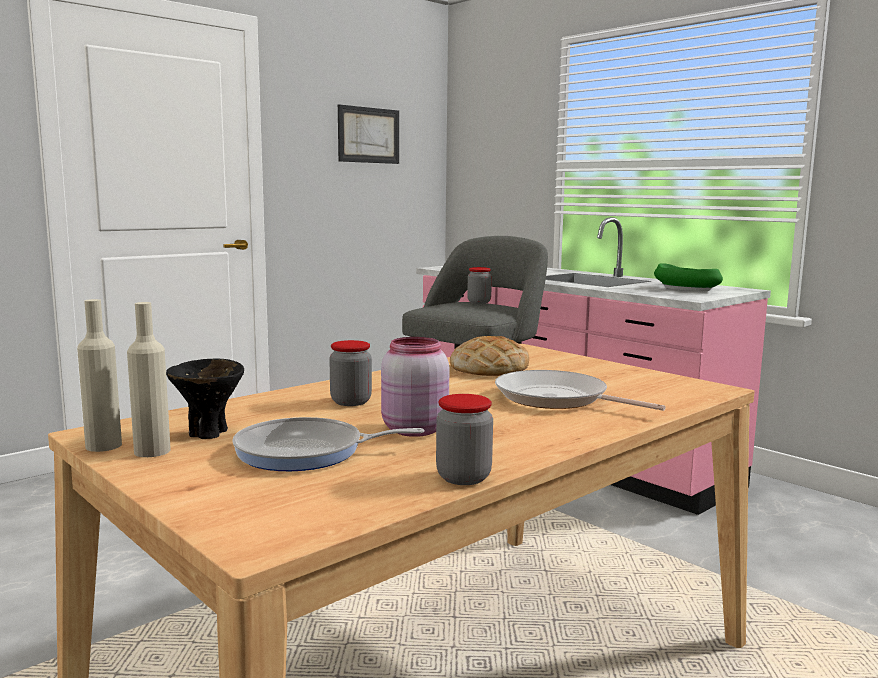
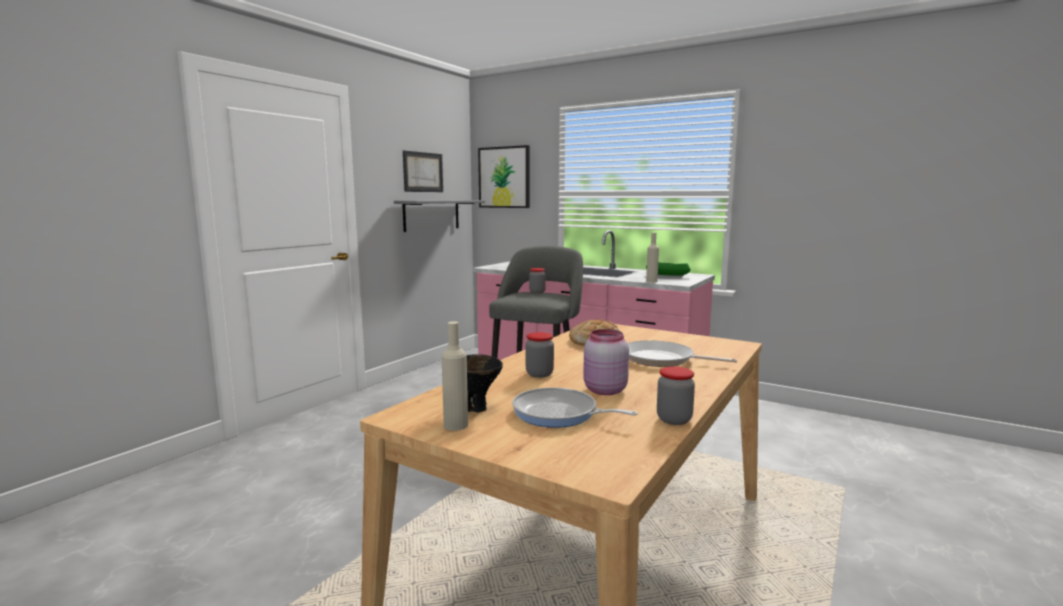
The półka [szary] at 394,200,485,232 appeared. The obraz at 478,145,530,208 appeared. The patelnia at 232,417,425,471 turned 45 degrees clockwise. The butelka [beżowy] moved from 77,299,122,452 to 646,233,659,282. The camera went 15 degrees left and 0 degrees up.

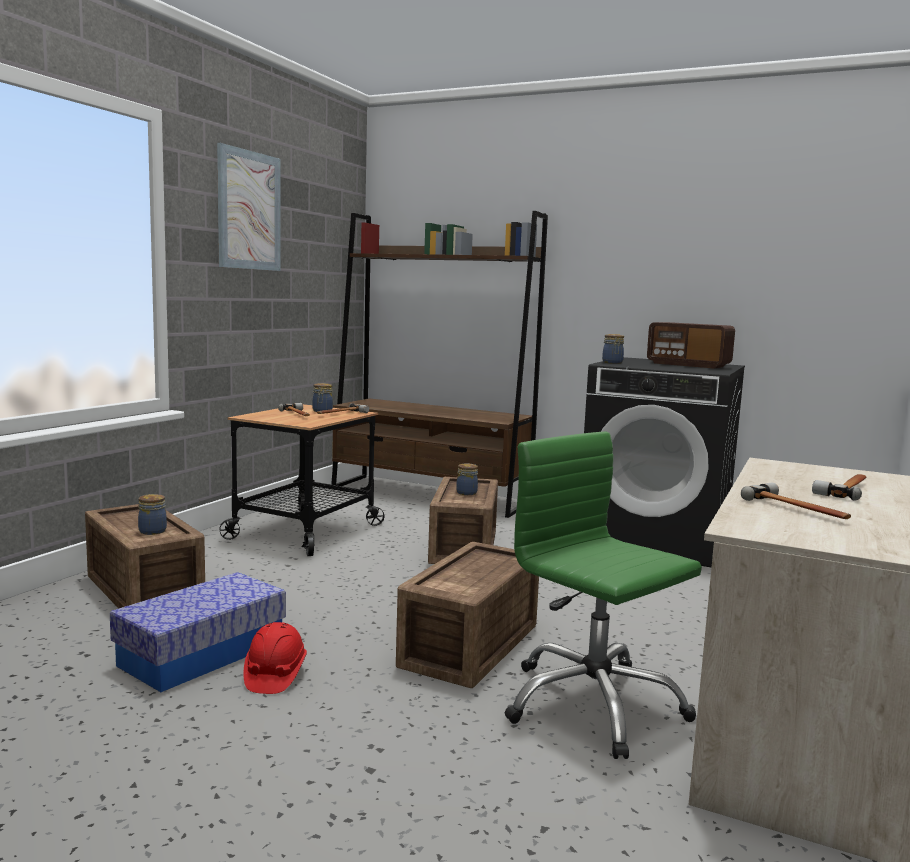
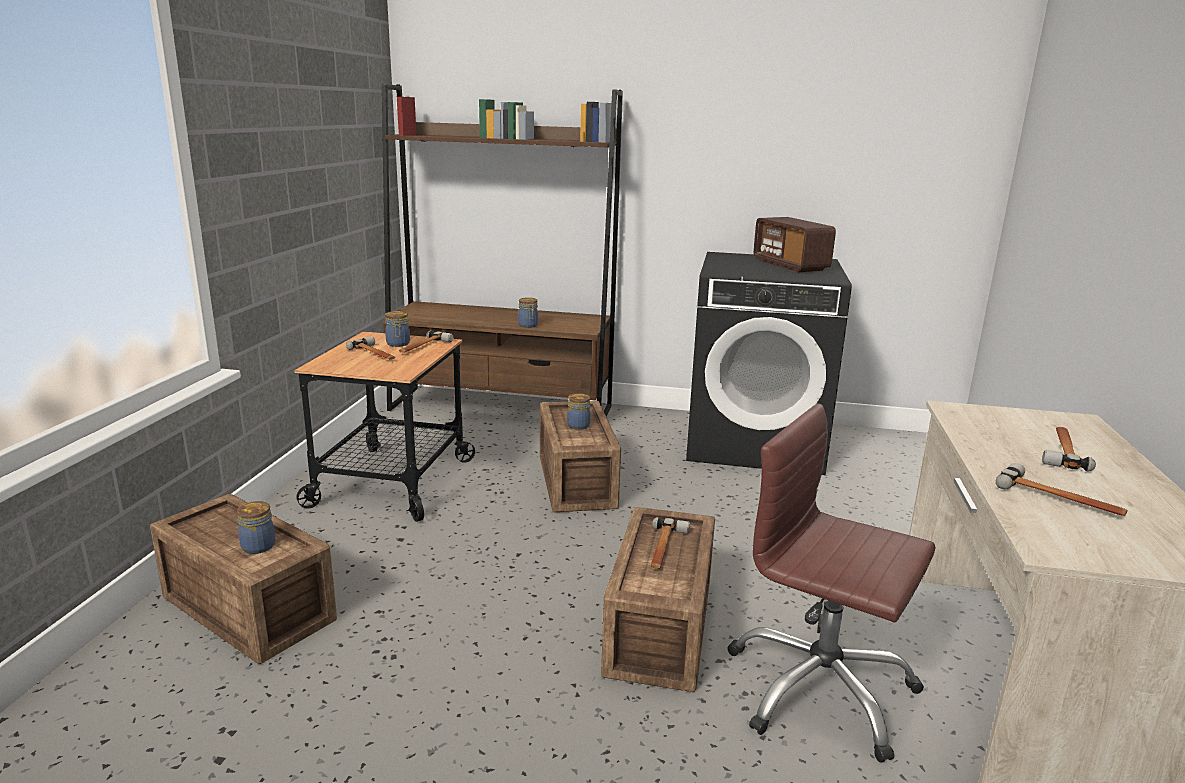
The słoik moved from 602,334,624,364 to 518,297,538,328. The młotek at 651,517,690,568 appeared. The krzesło biurowe [zielony] at 505,432,702,759 became the krzesło biurowe [brązowy] at 727,403,936,763. The radio at 647,322,735,368 turned 45 degrees clockwise. The pojemnik do przechowywania at 110,572,286,692 disappeared. The obraz at 217,143,281,271 disappeared. The kask [czerwony] at 243,622,307,694 disappeared. The camera went 15 degrees left and 10 degrees up.

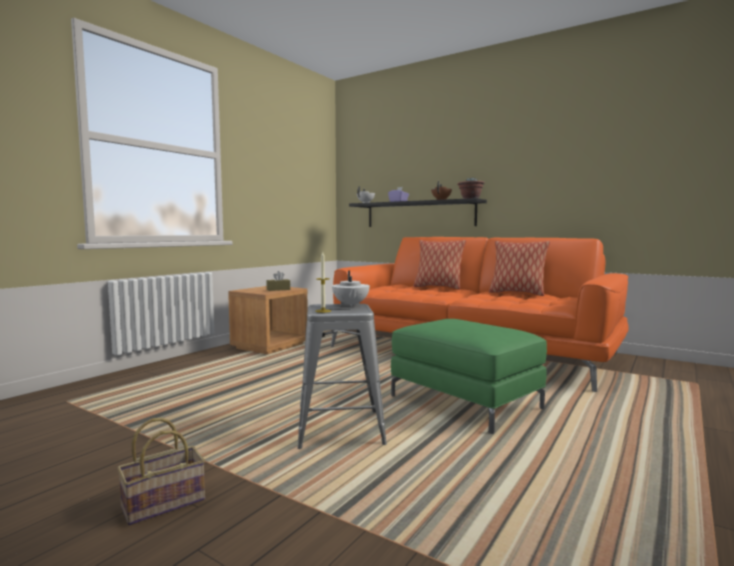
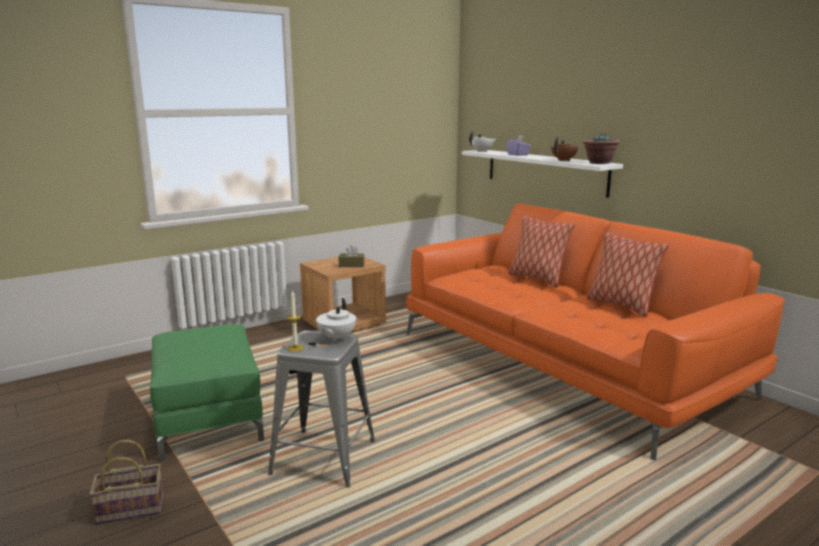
The pufa [zielony] moved from 391,319,547,434 to 150,324,264,461. The półka [czarny] at 349,198,487,227 became the półka [biały] at 462,150,623,198. The camera went 20 degrees right and 10 degrees up.

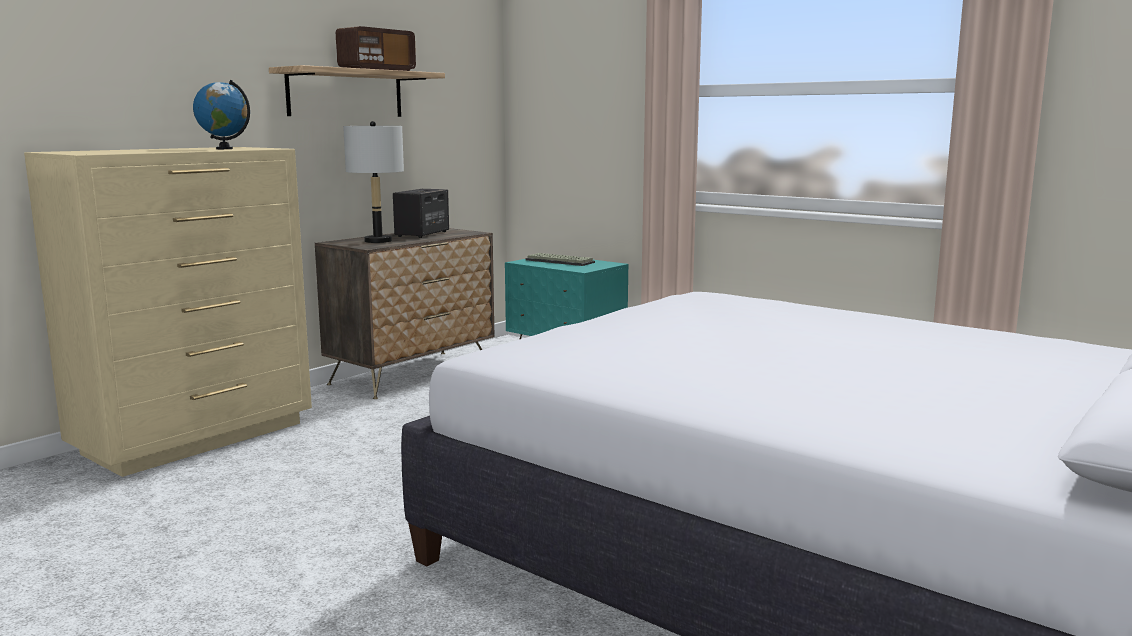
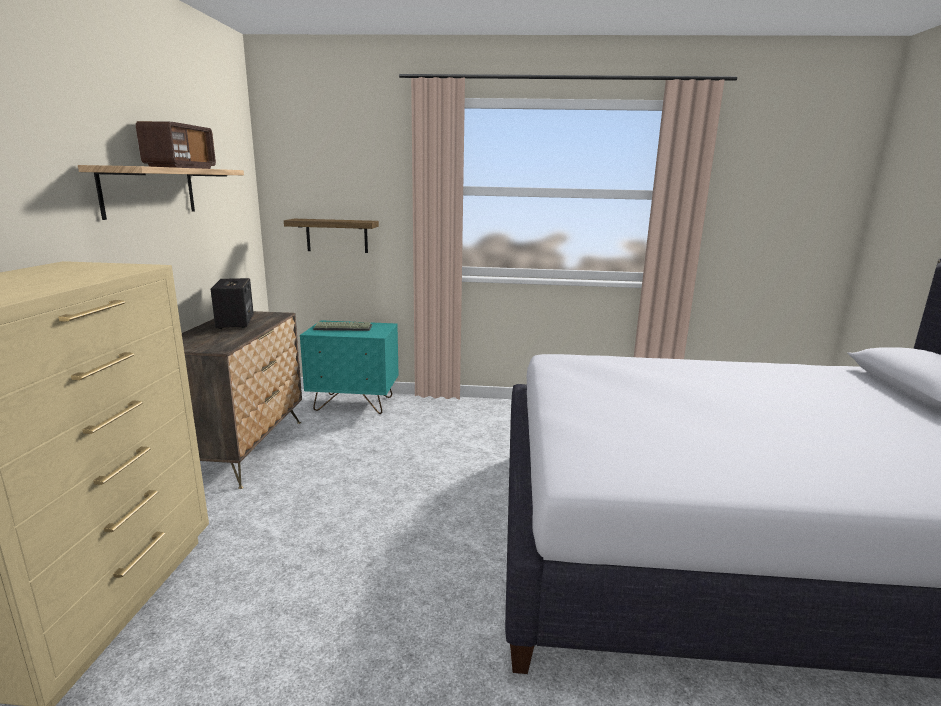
The półka at 284,219,379,253 appeared. The globus at 193,80,250,149 disappeared. The lampa stołowa [szary] at 343,121,404,243 disappeared. The camera went 35 degrees left and 5 degrees up.

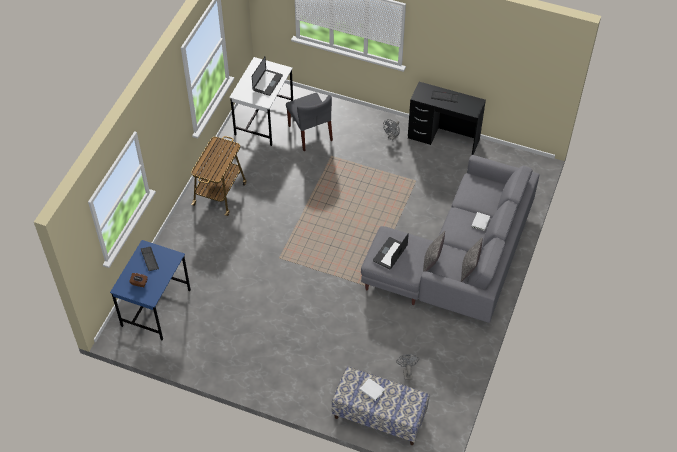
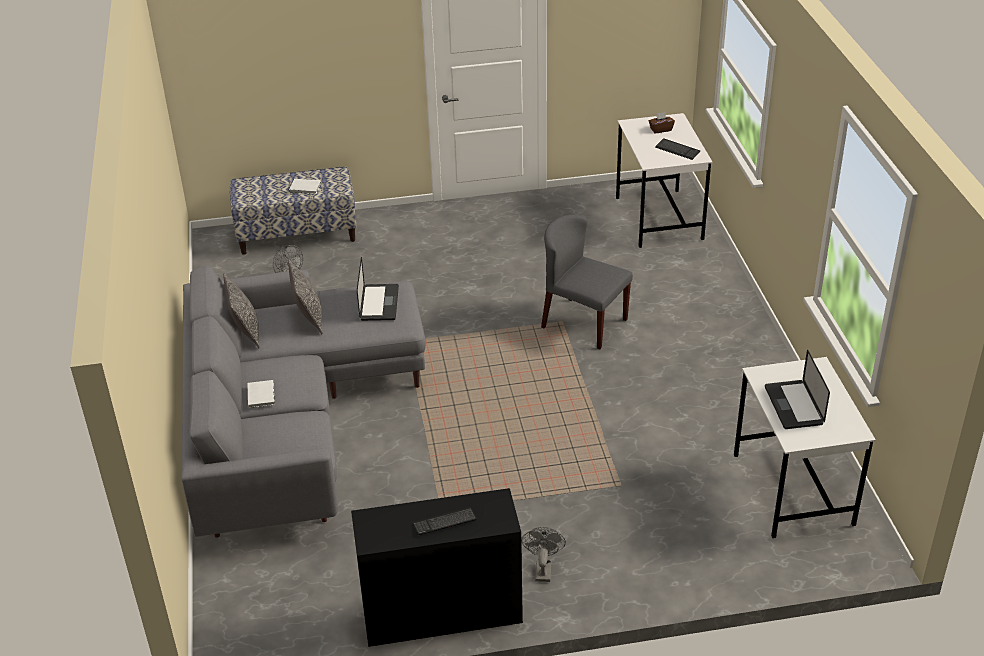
The krzesło [szary] moved from 286,93,333,151 to 541,215,633,349. The biurko [niebieski] at 110,240,191,341 became the biurko [biały] at 616,113,713,248. The wózek at 191,136,246,216 disappeared. The camera went 150 degrees right and 15 degrees down.

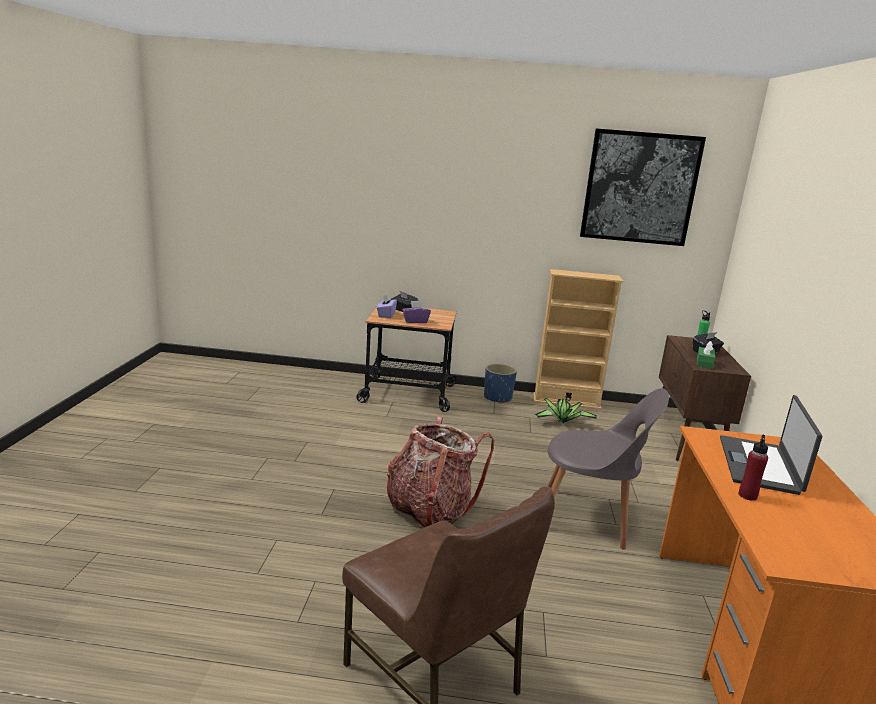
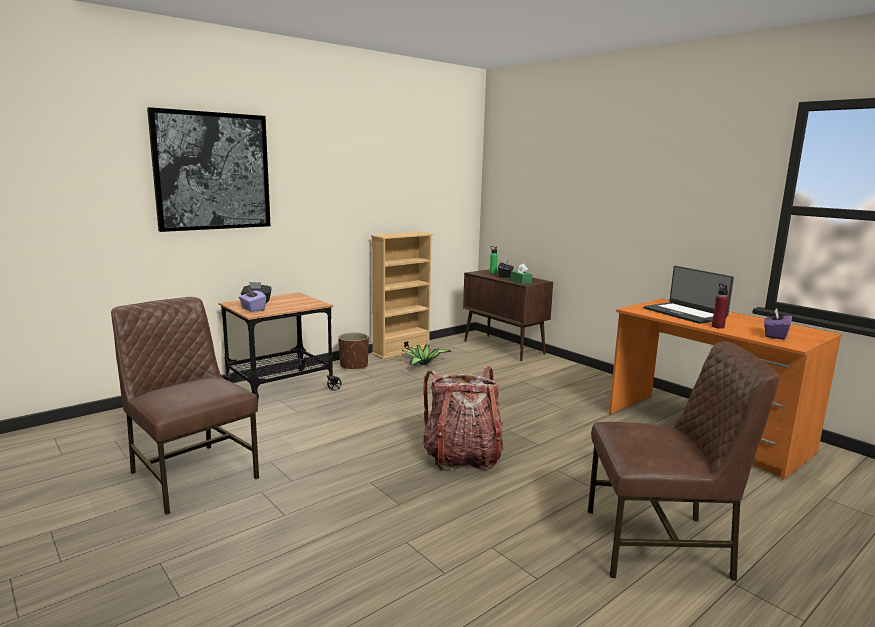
The krzesło [brązowy] at 111,297,259,515 appeared. The obraz moved from 580,128,706,246 to 147,107,271,232. The donica [niebieski] at 484,363,517,404 became the donica [brązowy] at 338,332,369,369. The pudełko chusteczek [fioletowy] moved from 402,301,431,323 to 764,308,792,340. The krzesło [szary] at 547,388,669,550 disappeared. The camera went 45 degrees left and 5 degrees down.

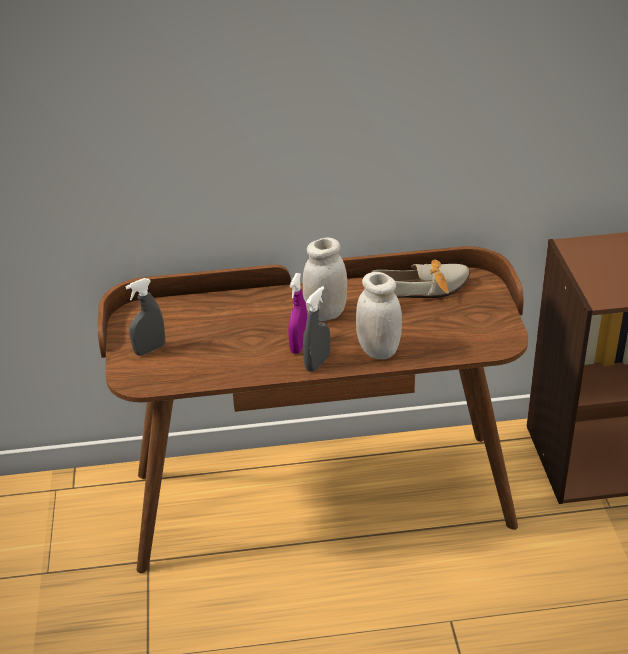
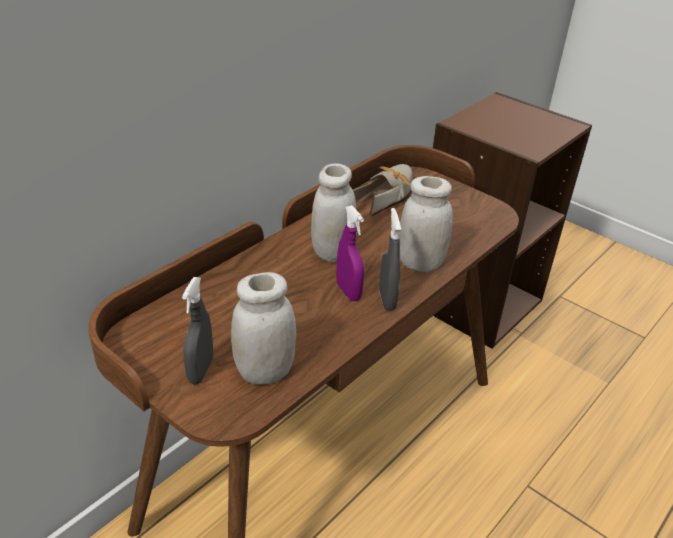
The słoik [biały] at 231,272,296,384 appeared. The camera went 45 degrees left and 0 degrees up.

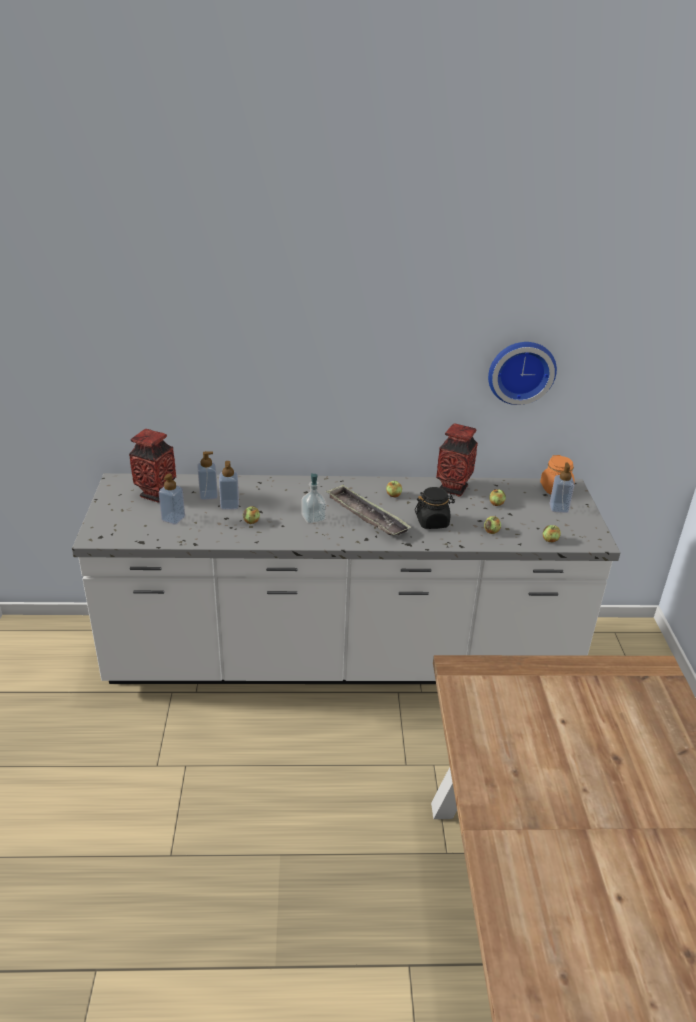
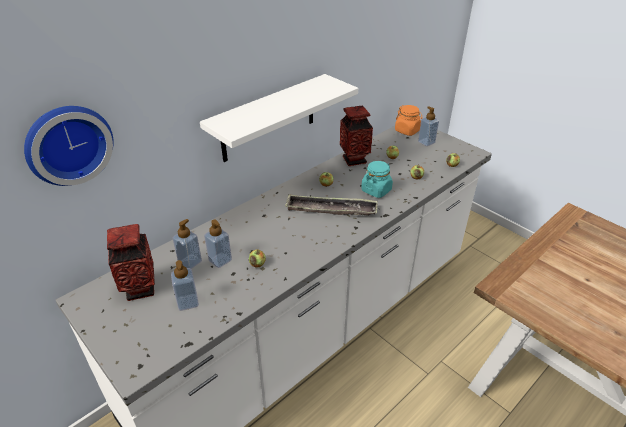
The zegar ścienny moved from 488,342,557,405 to 24,106,114,186. The półka [biały] at 200,74,358,162 appeared. The słoik [czarny] at 415,487,455,529 became the słoik [turkusowy] at 361,161,393,198. The dozownik mydła at 301,473,326,524 disappeared. The camera went 40 degrees left and 5 degrees up.

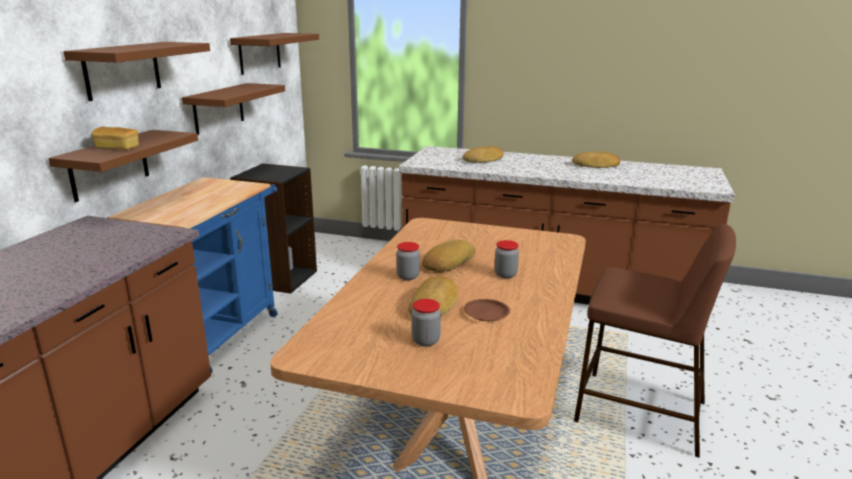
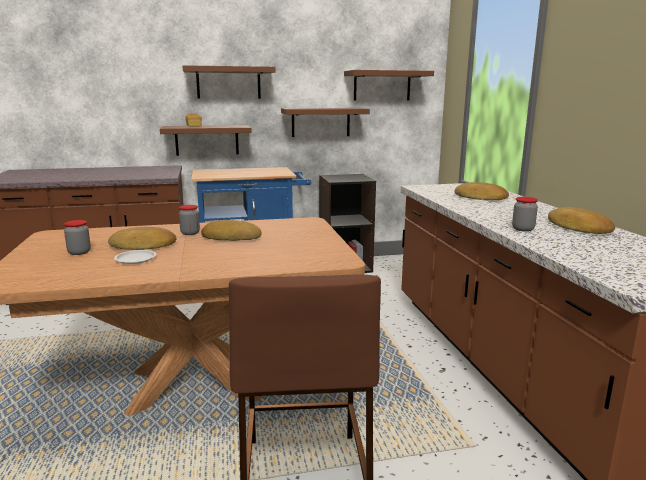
The talerz [brązowy] at 464,299,510,321 became the talerz [biały] at 114,250,156,264. The słoik moved from 495,240,519,278 to 512,197,538,232. The camera went 60 degrees right and 5 degrees down.

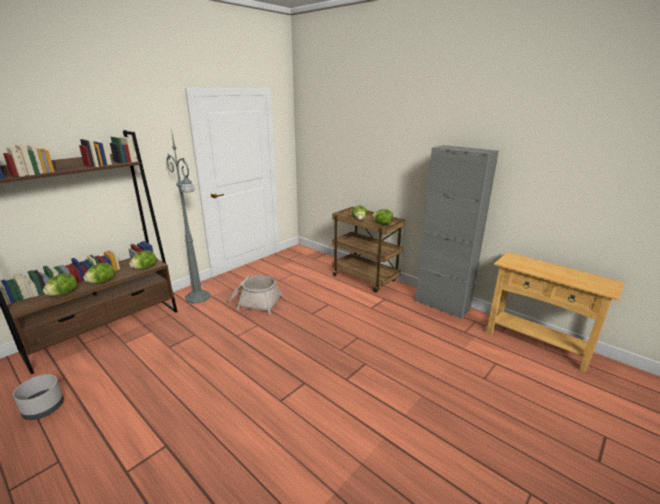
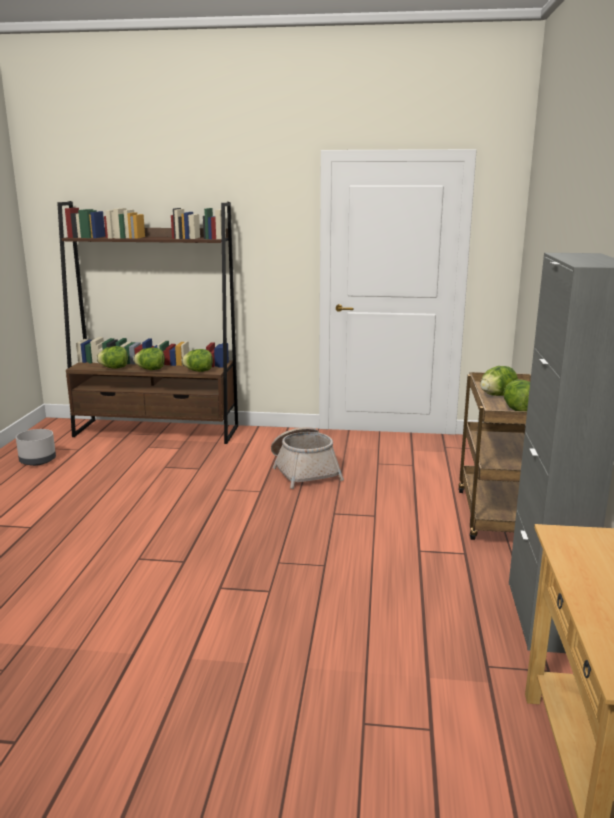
The lampa stojąca [szary] at 166,129,211,304 disappeared. The camera went 55 degrees right and 5 degrees down.

